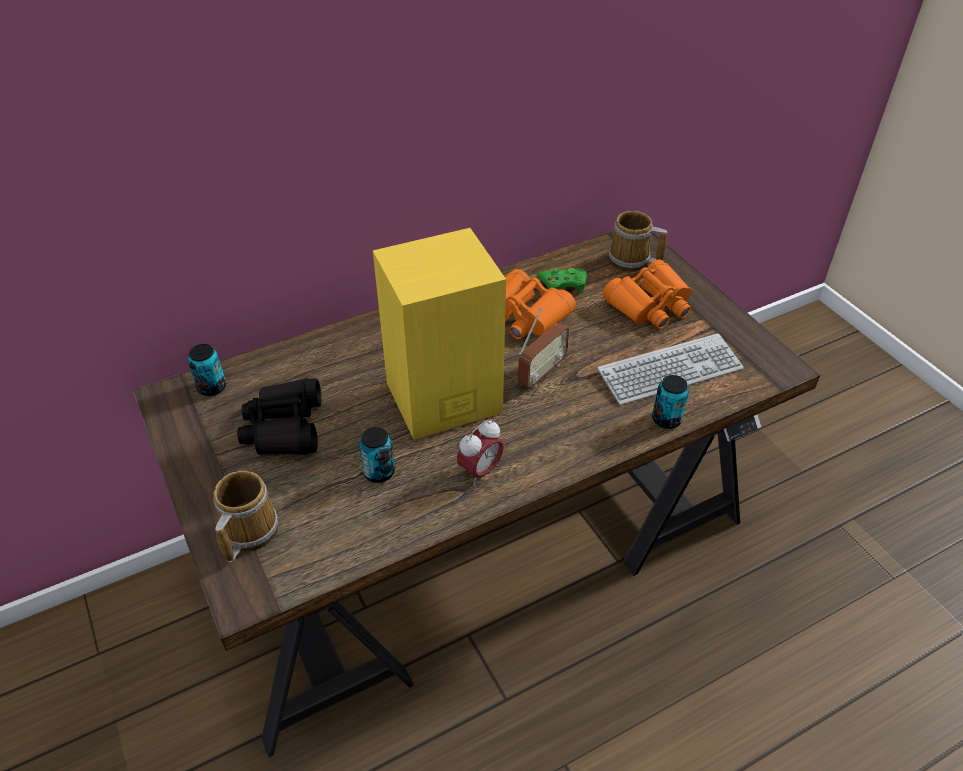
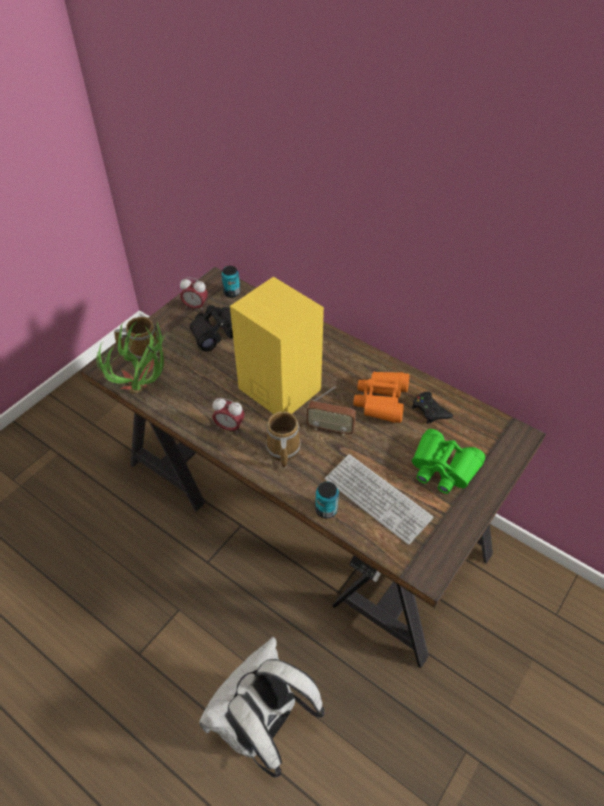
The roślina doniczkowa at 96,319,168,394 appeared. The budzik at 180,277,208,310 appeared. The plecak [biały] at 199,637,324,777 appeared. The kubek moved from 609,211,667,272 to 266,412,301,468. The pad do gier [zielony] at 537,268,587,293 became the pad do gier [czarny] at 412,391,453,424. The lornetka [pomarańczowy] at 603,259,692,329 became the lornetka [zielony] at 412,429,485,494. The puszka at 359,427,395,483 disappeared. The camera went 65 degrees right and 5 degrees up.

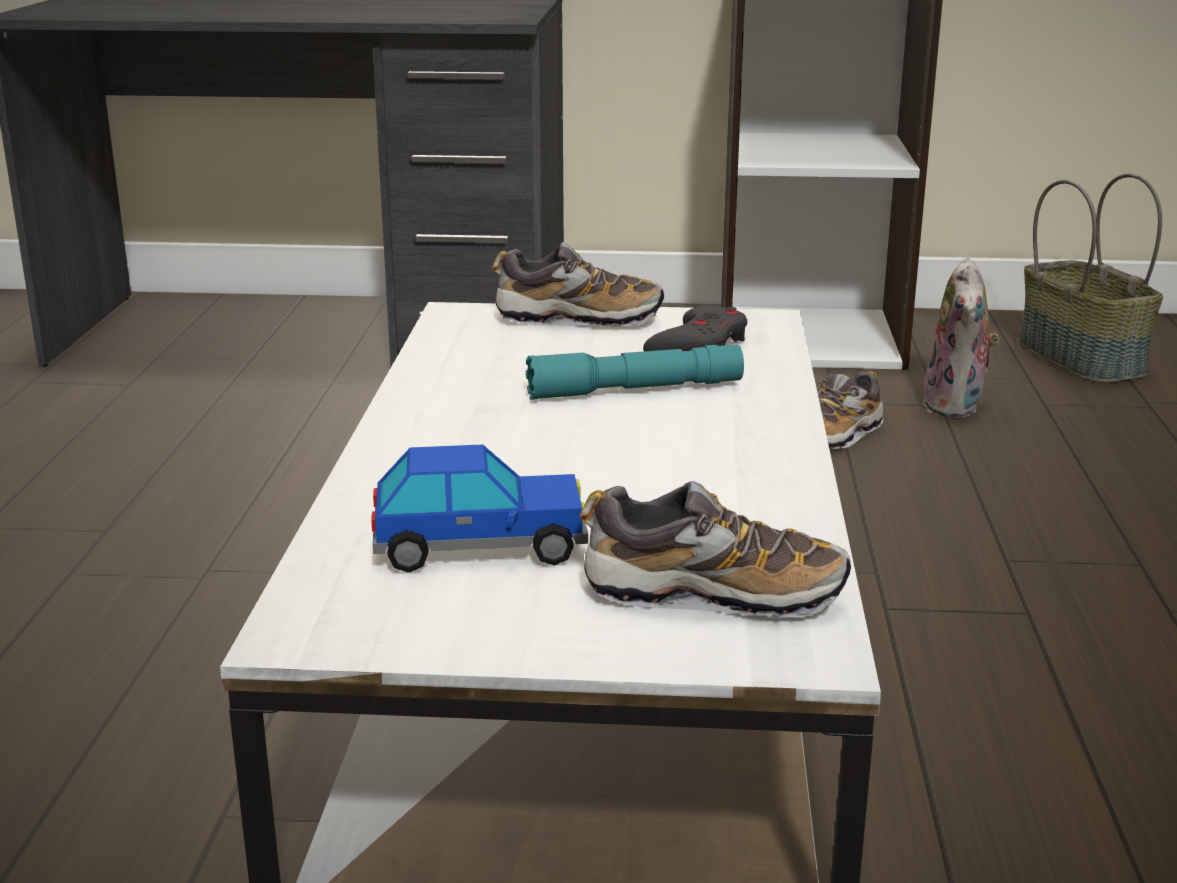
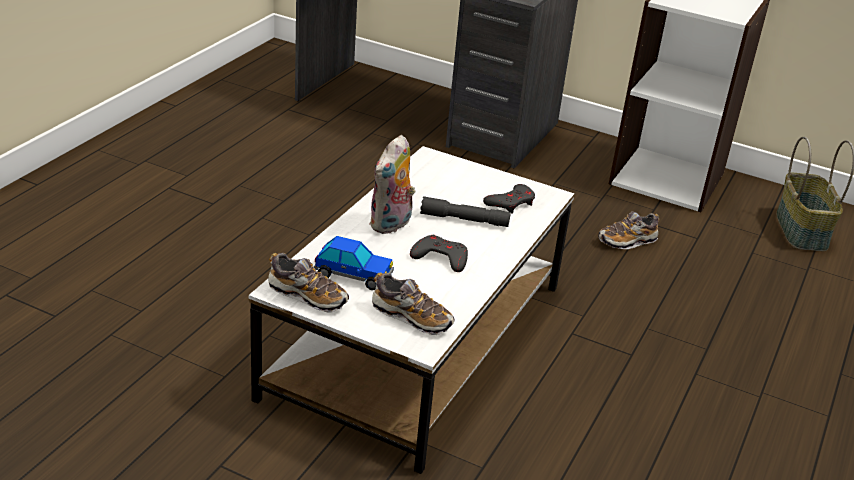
The but moved from 492,242,664,326 to 268,253,349,313. The pluszak moved from 922,258,1000,418 to 369,135,415,234. The pad do gier [szary] at 410,235,468,272 appeared. The latarka [turkusowy] at 526,345,744,400 became the latarka [szary] at 420,196,511,227. The camera went 20 degrees right and 10 degrees up.

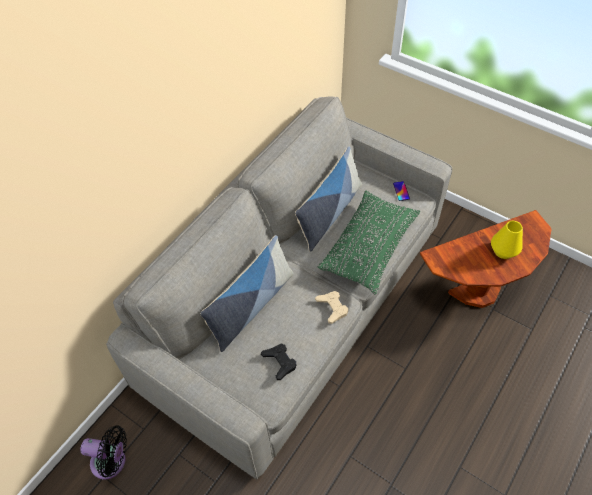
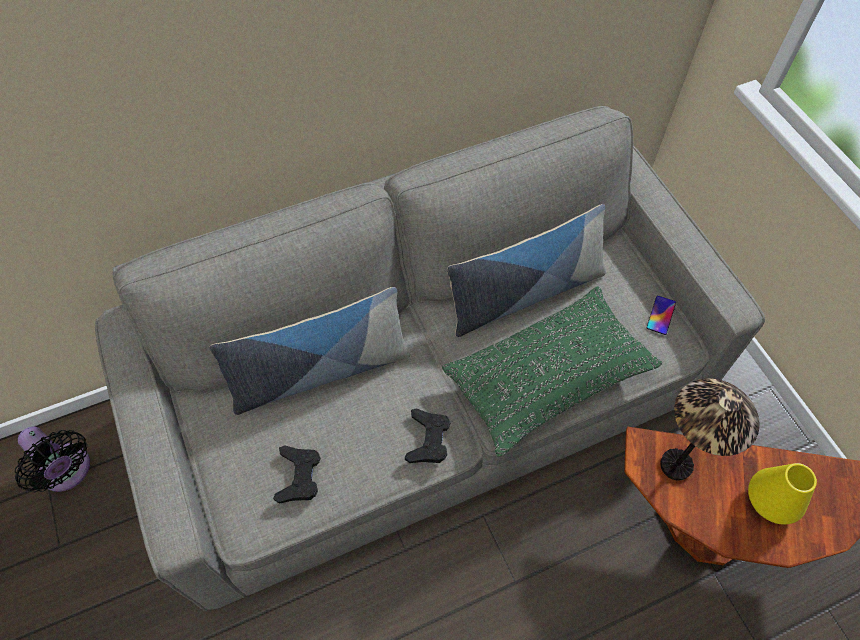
The pad do gier [beżowy] at 315,291,348,324 became the pad do gier [czarny] at 405,408,450,463. The lampa stołowa at 660,378,760,481 appeared. The camera went 30 degrees right and 5 degrees up.

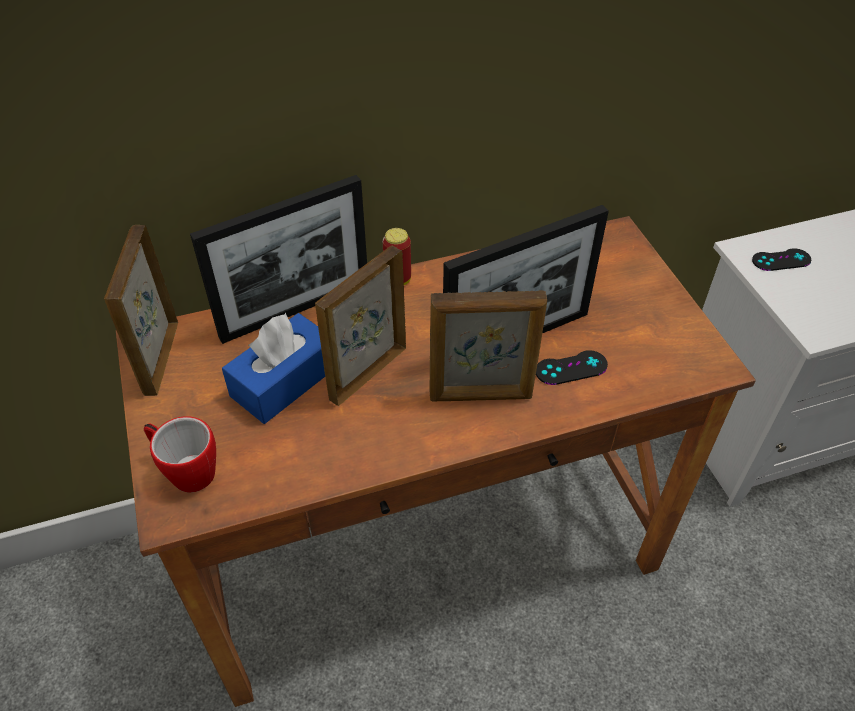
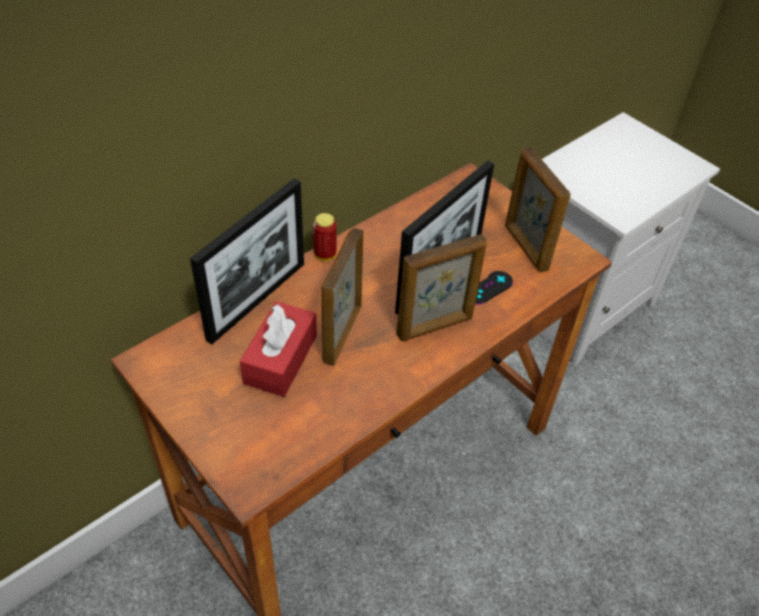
The pudełko chusteczek [niebieski] at 222,313,325,424 became the pudełko chusteczek [czerwony] at 240,301,317,397. The ramka na zdjęcie moved from 104,225,178,396 to 505,146,570,272. The kubek at 144,416,216,493 disappeared. The pad do gier [czarny] at 752,248,811,271 disappeared. The camera went 25 degrees left and 0 degrees up.

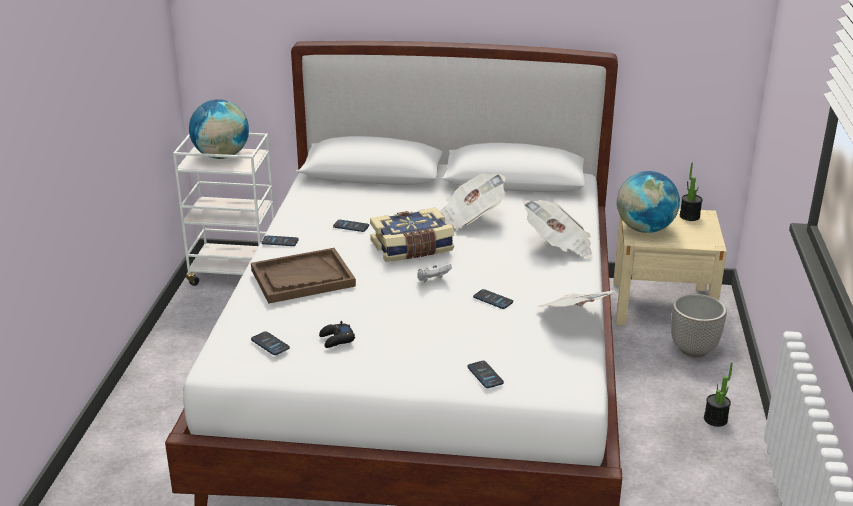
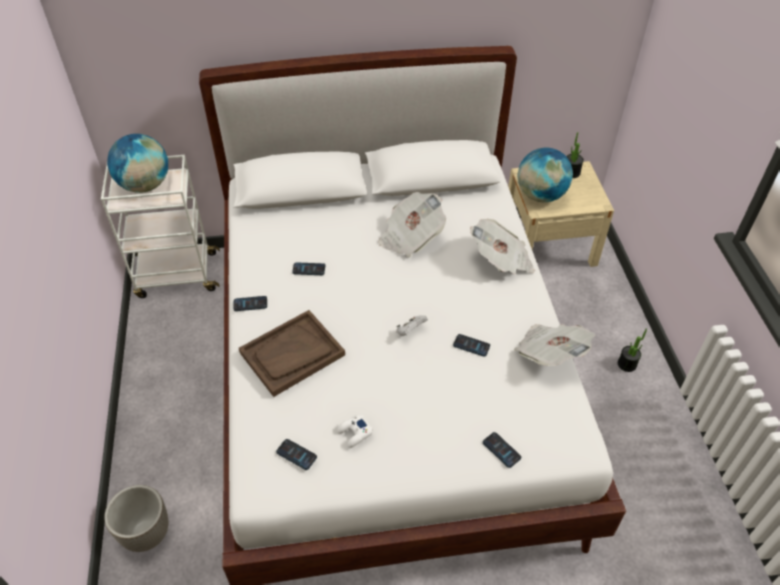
The donica moved from 671,294,727,357 to 104,485,168,552. The pad do gier [czarny] at 319,321,355,348 became the pad do gier [biały] at 337,415,373,448. The książka at 370,207,454,262 disappeared. The camera went 15 degrees left and 20 degrees up.

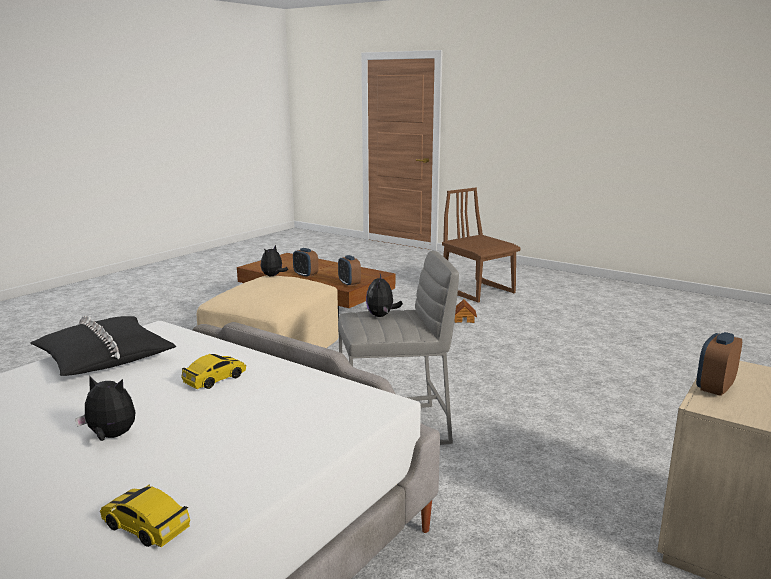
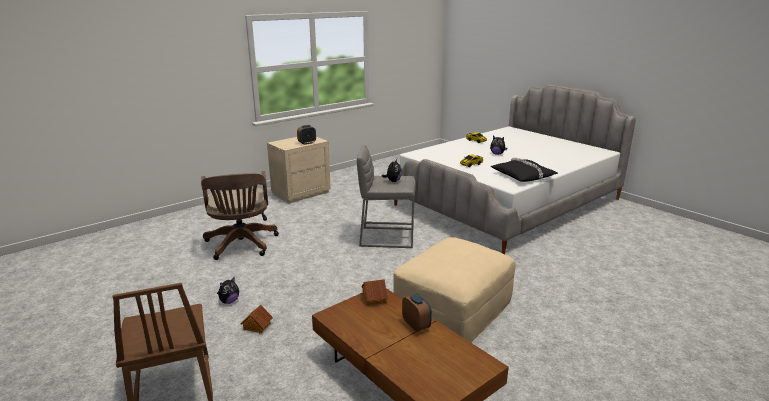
The krzesło biurowe [brązowy] at 201,171,279,260 appeared. The pluszak moved from 261,245,288,276 to 217,277,239,304. The budzik at 338,255,361,287 was replaced by the domek at 362,279,388,305. The camera went 165 degrees left and 5 degrees up.

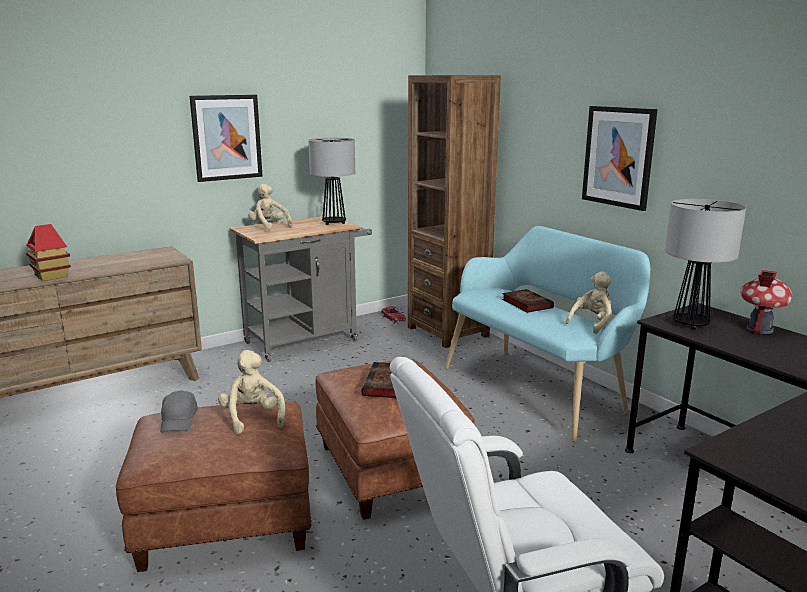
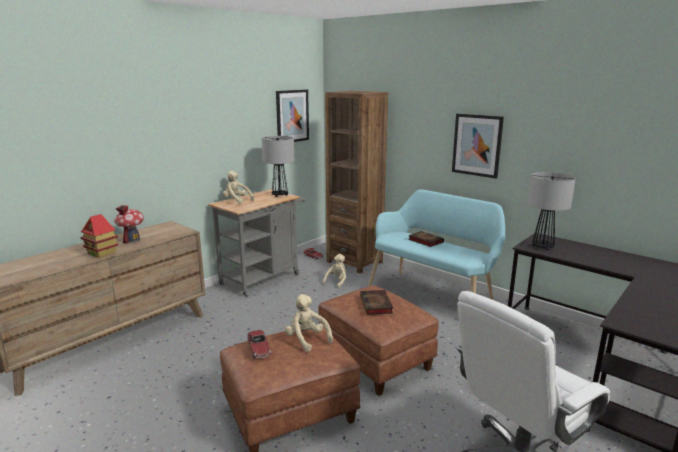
The domek moved from 740,270,792,335 to 114,205,144,244. The czapka z daszkiem [szary] at 160,390,198,433 was replaced by the samochodzik at 247,330,271,358. The obraz moved from 190,95,263,182 to 276,90,309,142. The pluszak [beżowy] moved from 565,271,612,334 to 323,254,346,289. The camera went 15 degrees left and 0 degrees up.

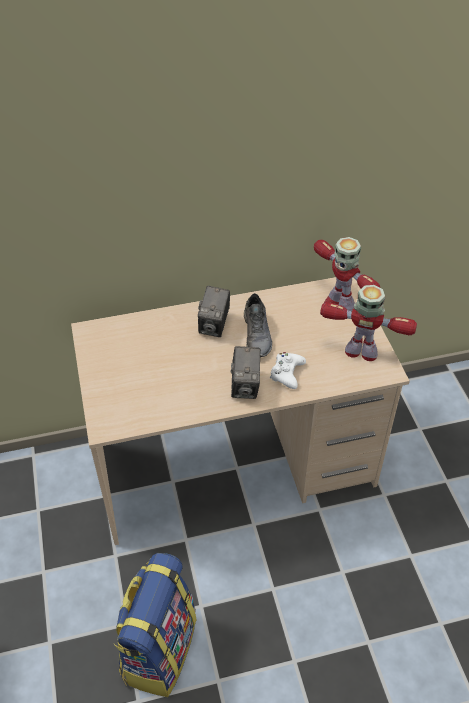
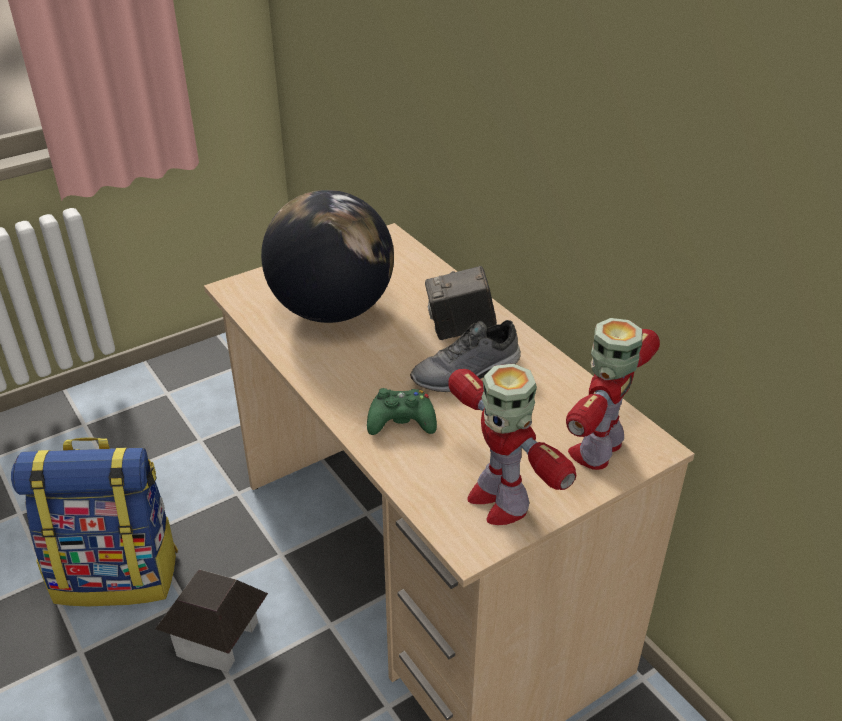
The domek at 155,569,268,672 appeared. The globus at 261,190,394,323 appeared. The pad do gier [biały] at 270,352,306,389 became the pad do gier [zielony] at 367,388,437,435. The robot zabawkowy at 320,285,417,361 turned 150 degrees clockwise. The aparat fotograficzny at 231,346,261,399 disappeared. The camera went 70 degrees right and 10 degrees down.

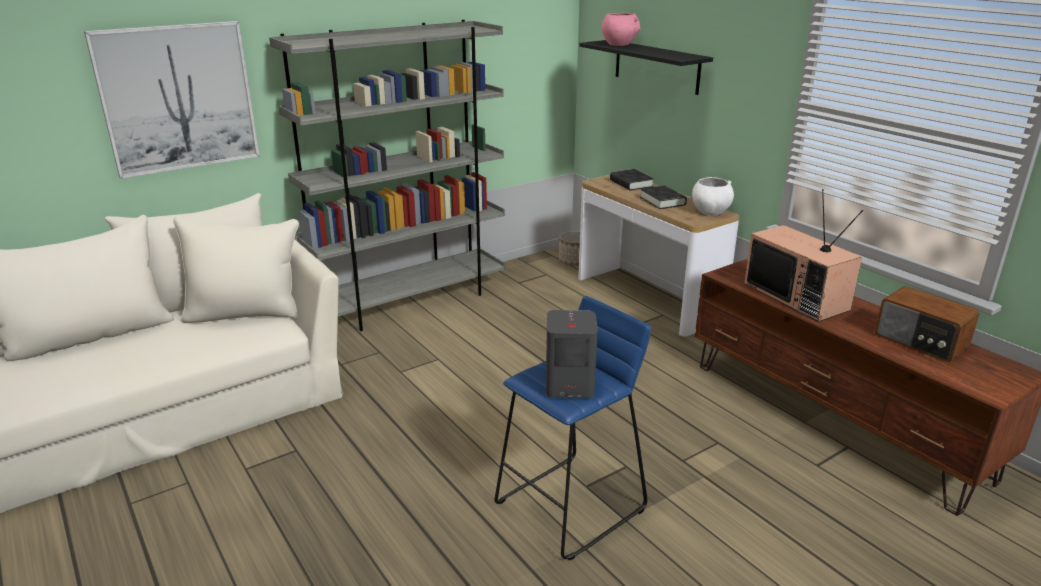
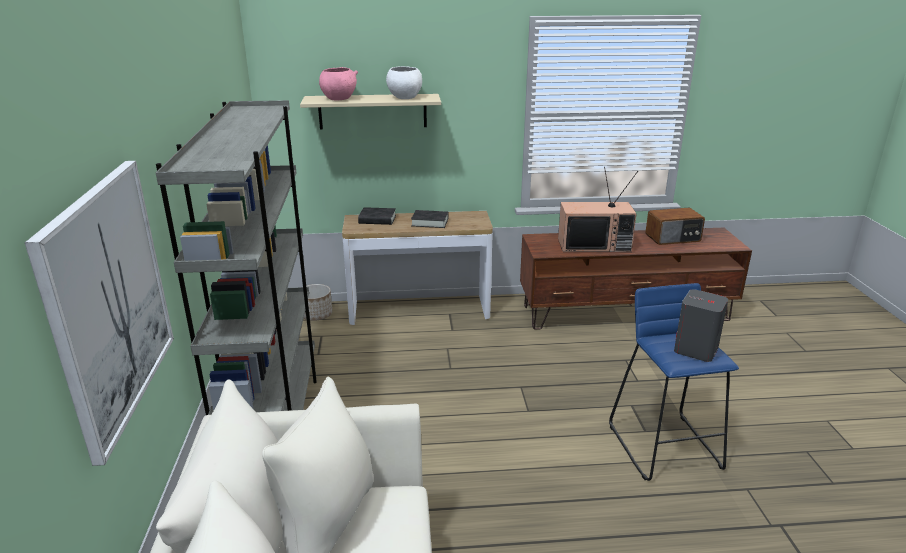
The półka [czarny] at 579,40,713,95 became the półka [beżowy] at 300,94,441,130. The miska [biały] moved from 692,177,734,215 to 386,66,422,99. The camera went 60 degrees left and 0 degrees up.

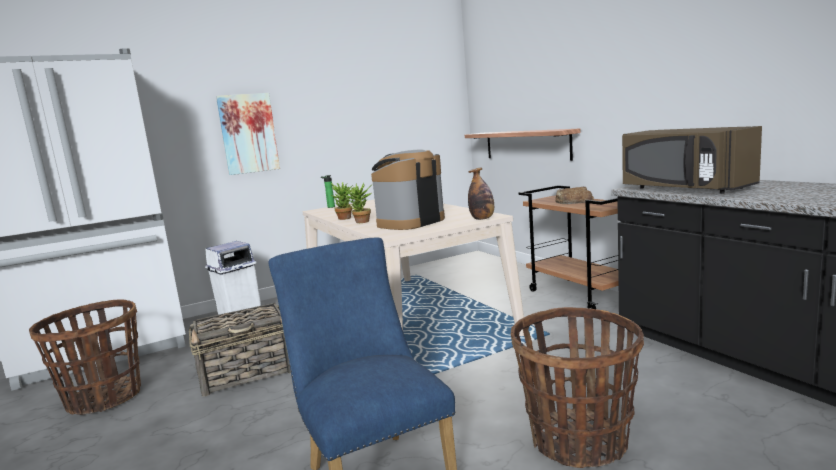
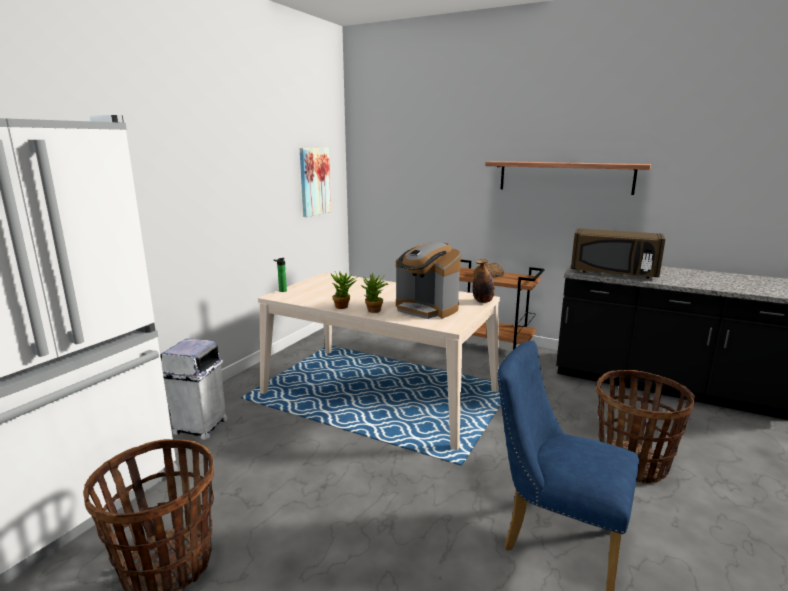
The obraz moved from 216,93,280,175 to 300,148,331,217. The ekspres do kawy at 371,149,445,230 turned 60 degrees counterclockwise. The półka moved from 465,128,581,161 to 485,161,651,195. The koszyk at 189,303,291,397 disappeared. The camera went 35 degrees left and 5 degrees up.

